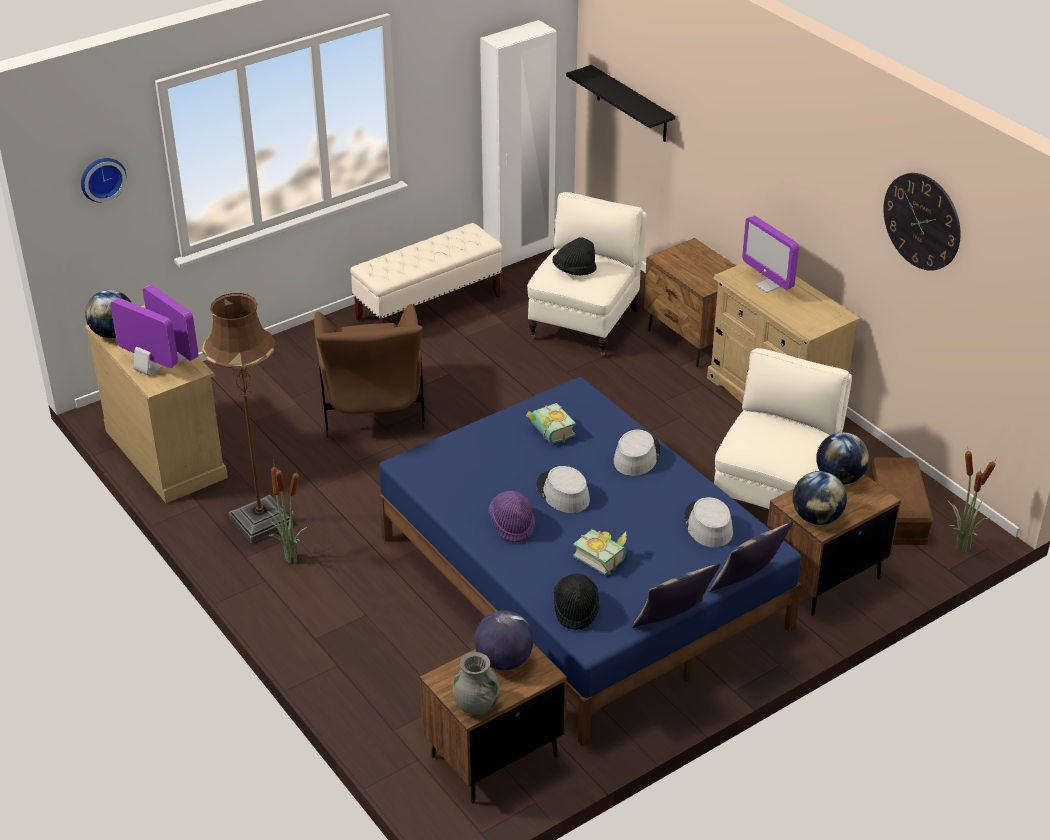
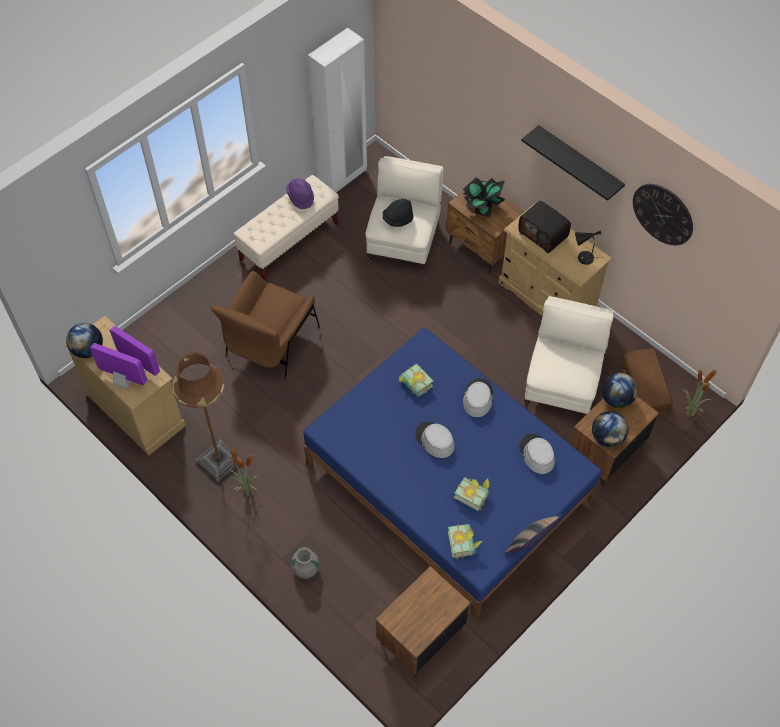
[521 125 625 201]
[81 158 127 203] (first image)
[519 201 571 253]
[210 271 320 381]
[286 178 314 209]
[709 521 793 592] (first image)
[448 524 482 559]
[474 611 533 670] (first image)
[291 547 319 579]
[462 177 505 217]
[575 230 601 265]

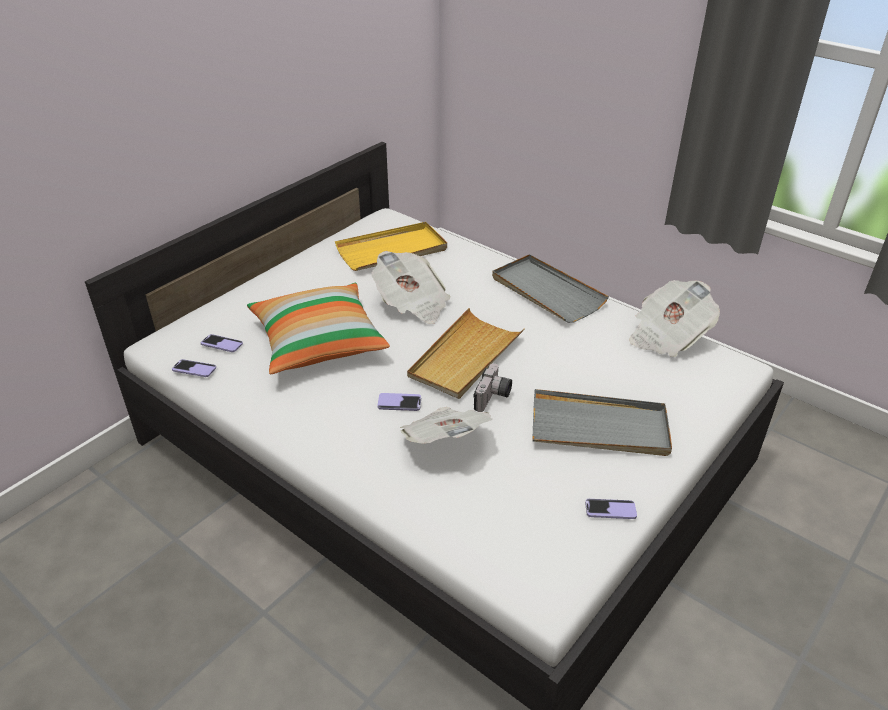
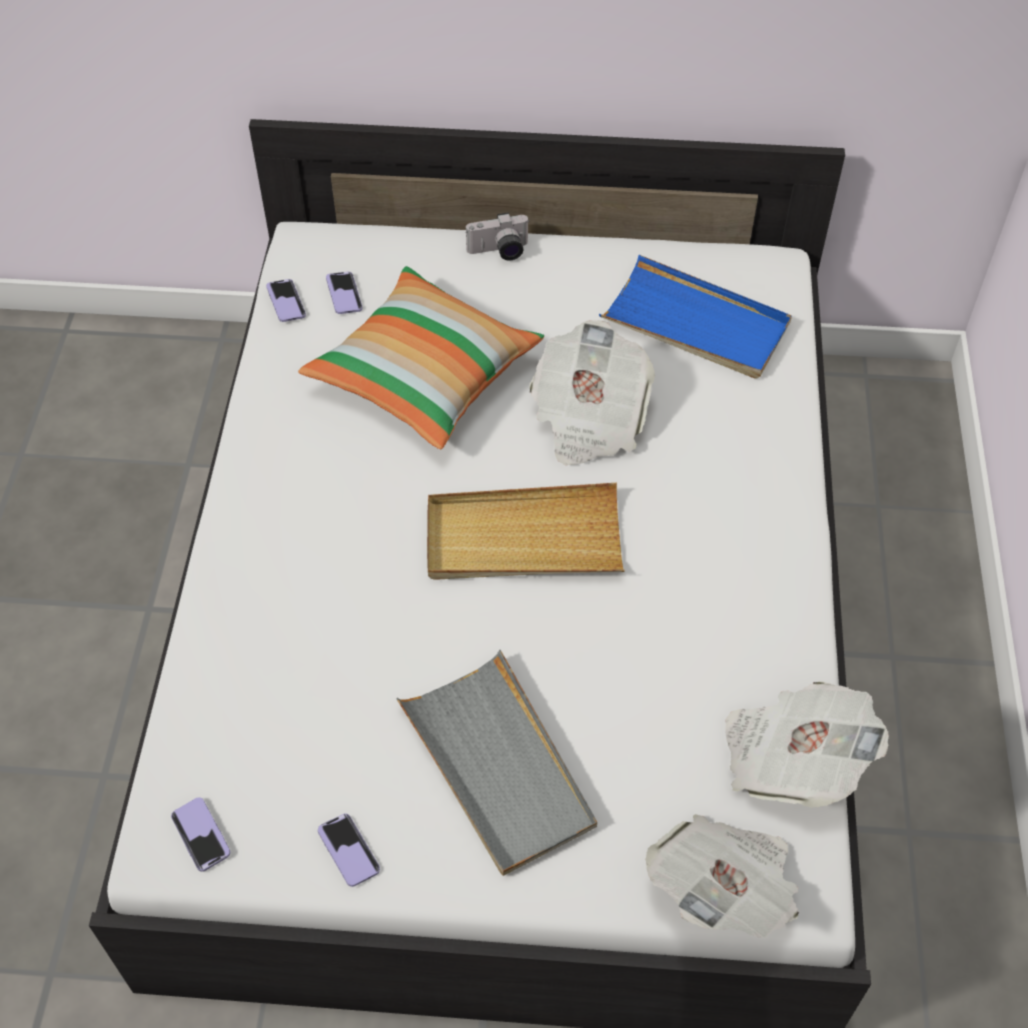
[599 255 792 378]
[492 254 609 323] (first image)
[466 212 530 261]
[171 797 230 872]
[645 814 799 938]

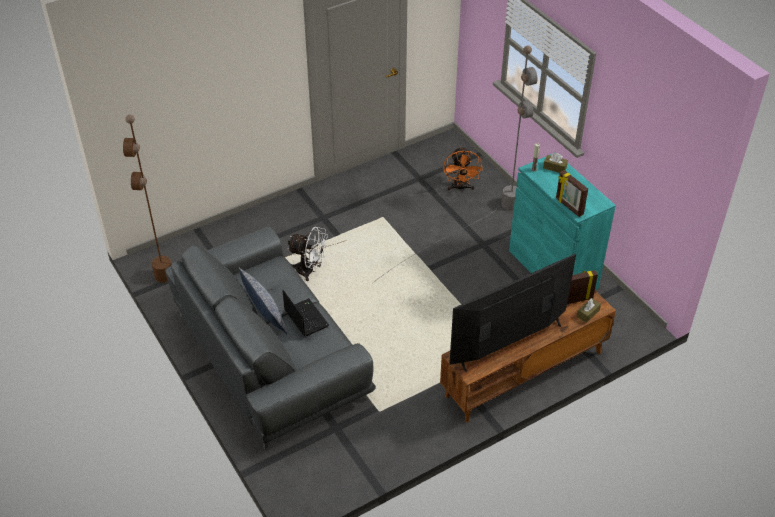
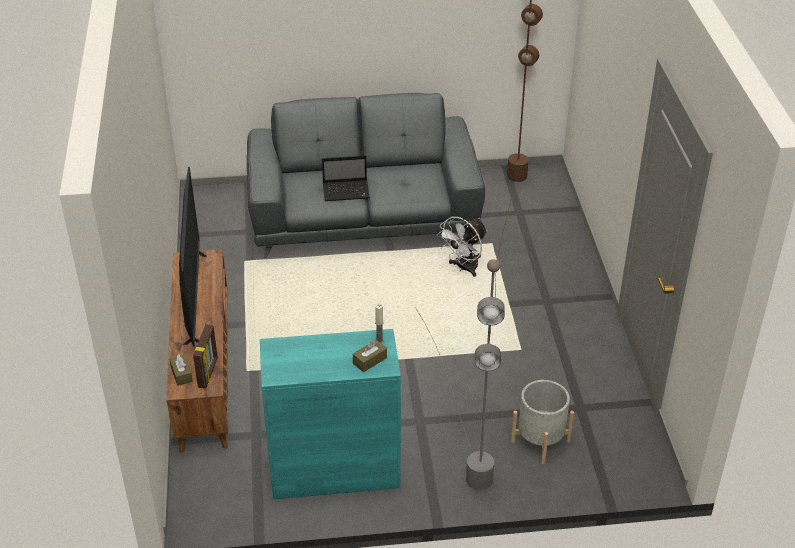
[511 380 574 464]
[556 170 588 217] (first image)
[239 268 288 334] (first image)

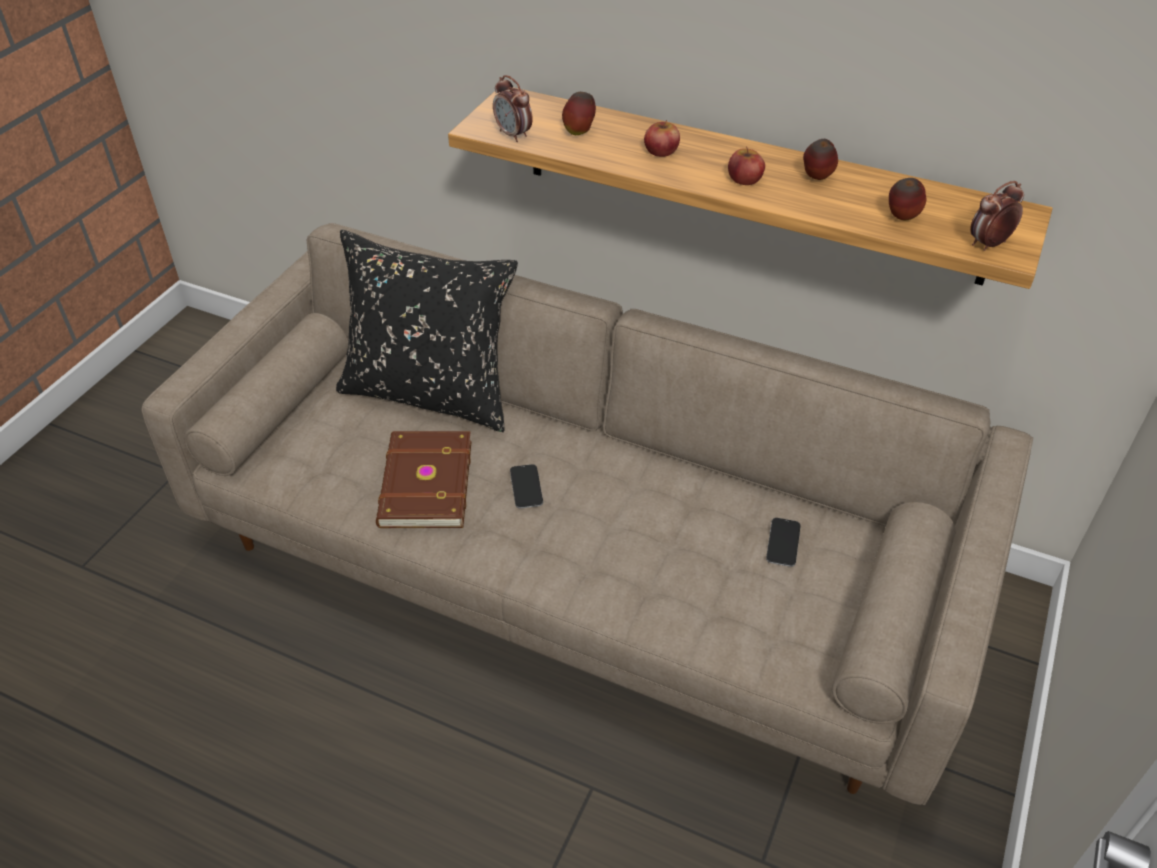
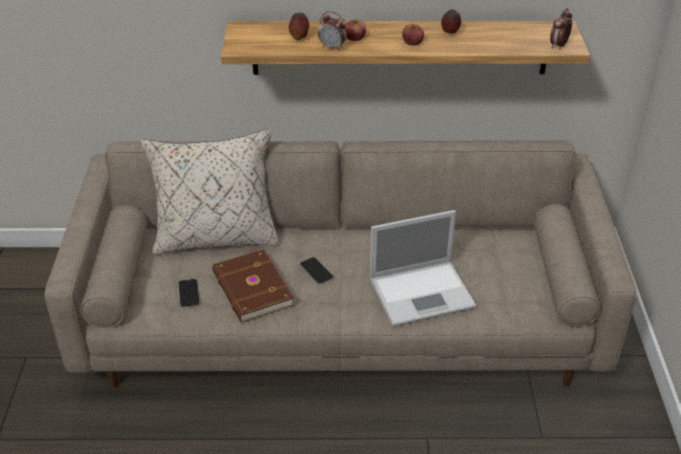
[318 11 347 51]
[889 178 926 220] (first image)
[140 129 280 255]
[178 279 200 308]
[370 210 477 326]

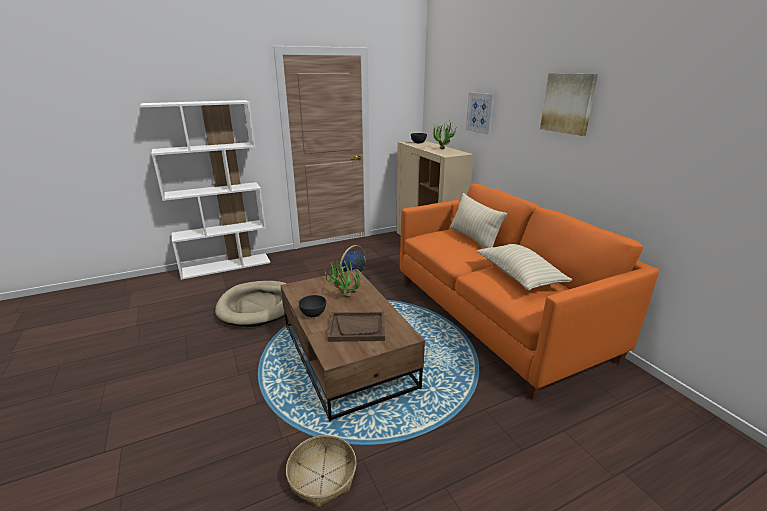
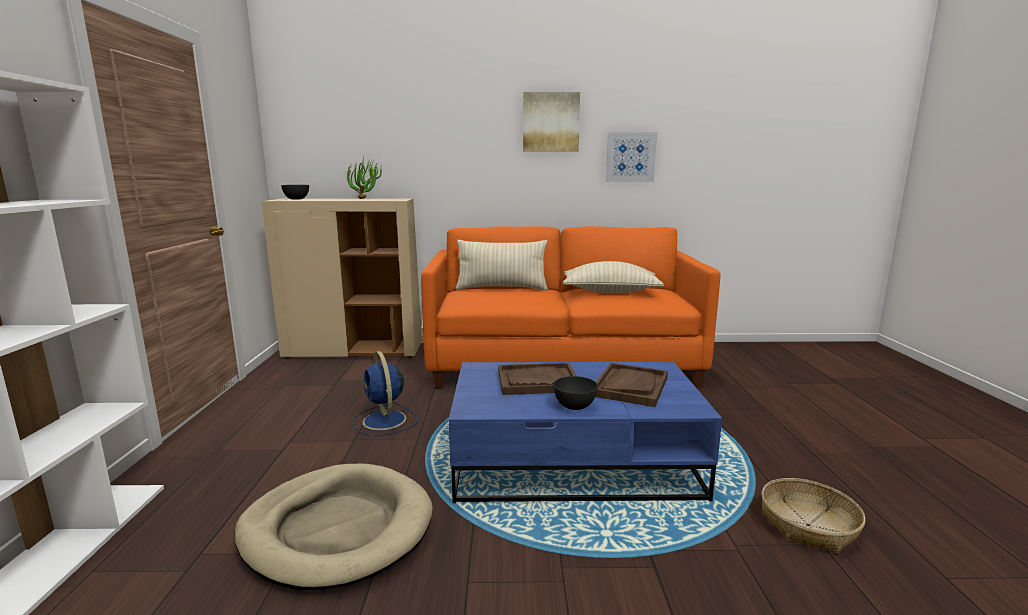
[606 132 657 182]
[498 363 576 395]
[449 362 722 503]

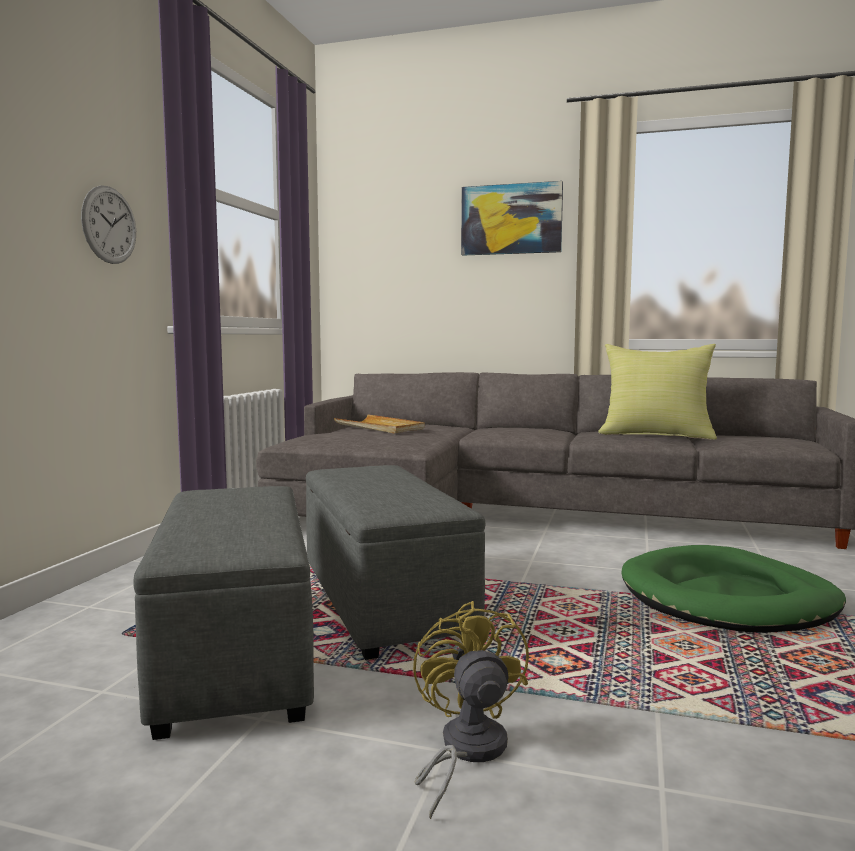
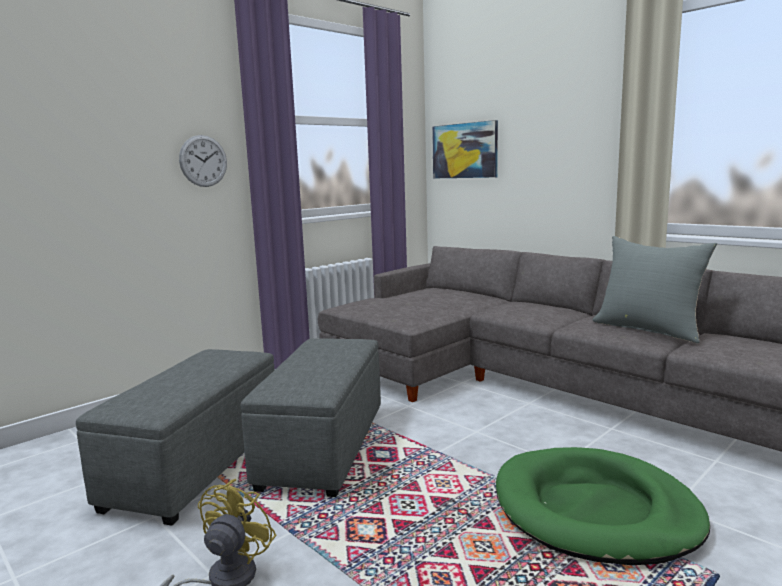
[432 120 498 178]
[593 236 717 343]
[334 414 425 433] (first image)

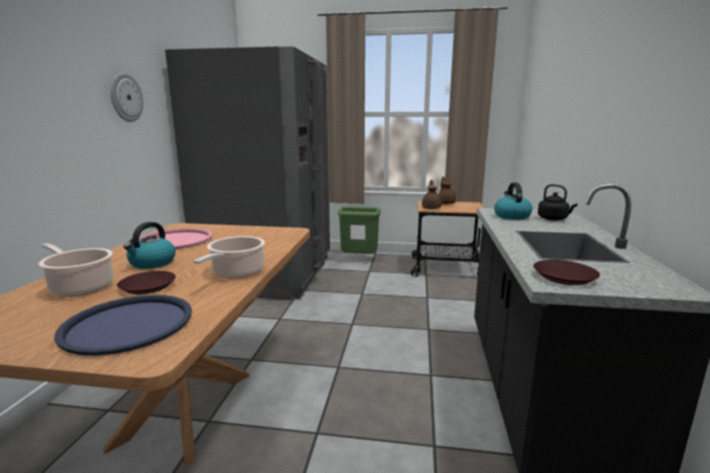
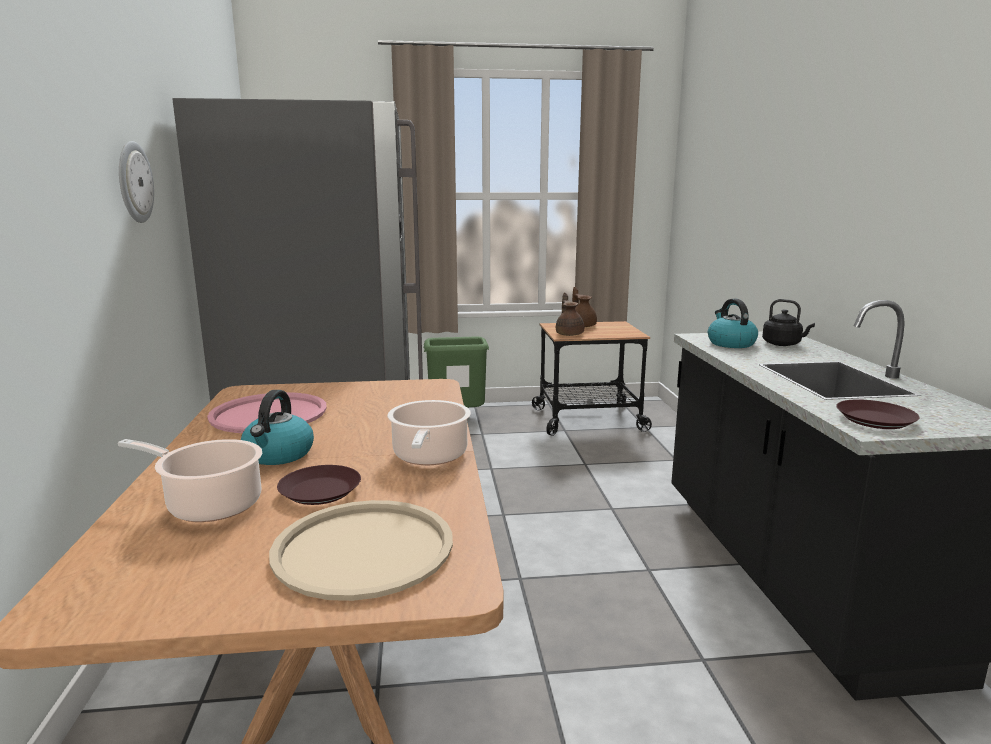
[269 500 453 601]

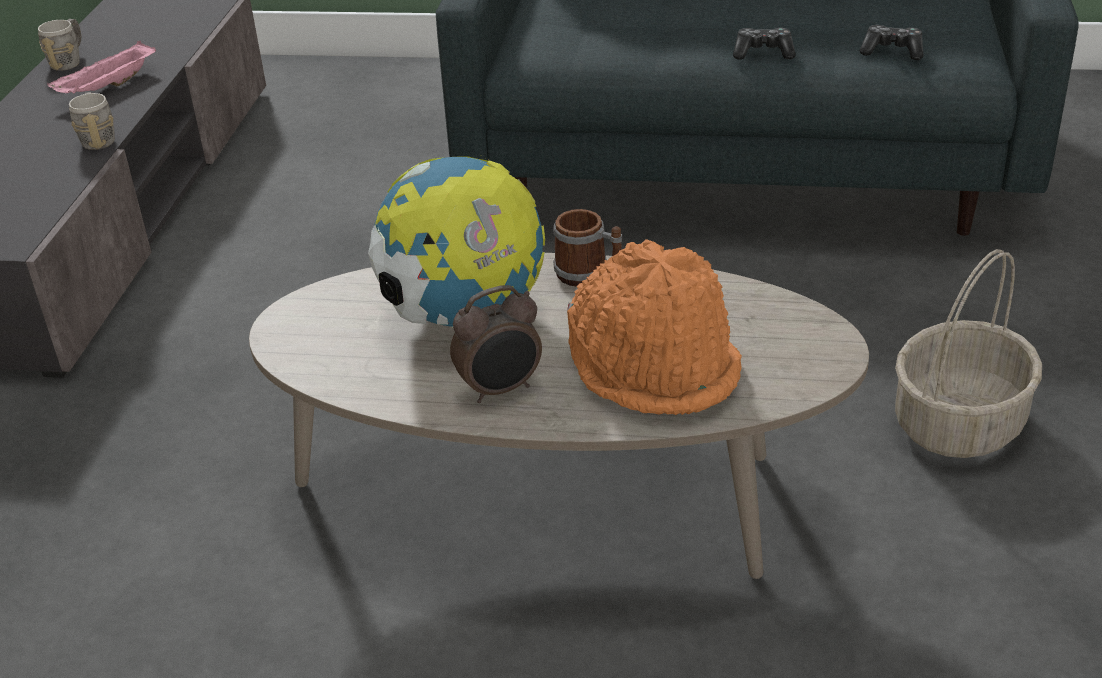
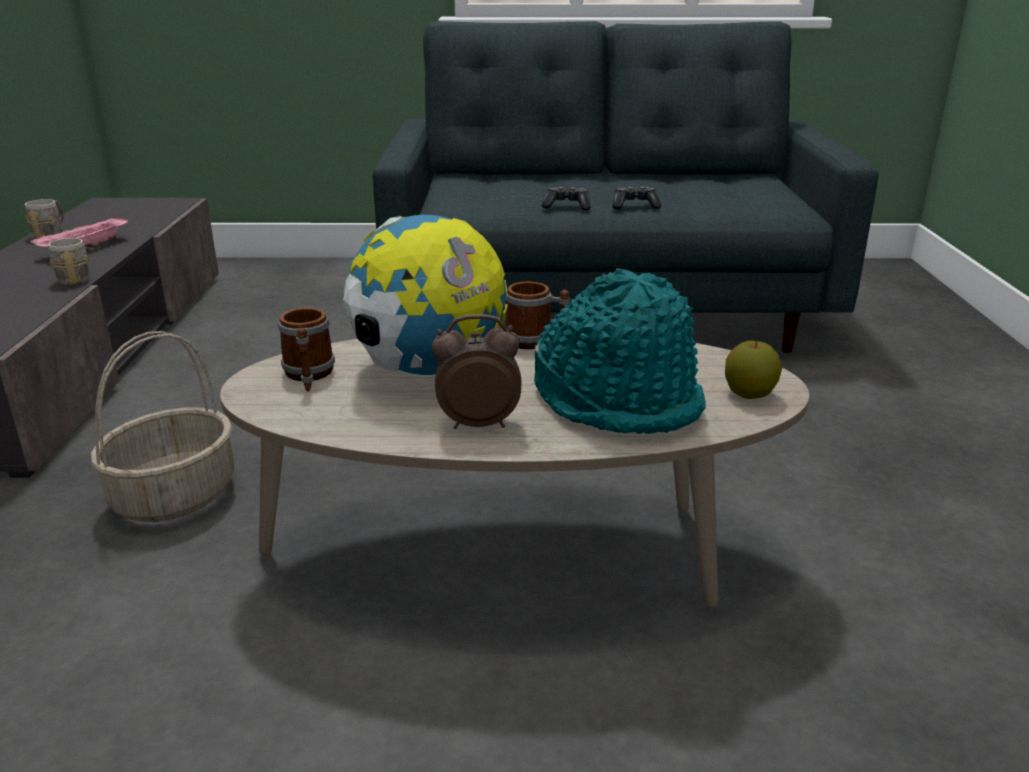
[542 187 590 210]
[534 268 706 434]
[91 331 234 522]
[432 314 521 429]
[278 308 335 392]
[725 339 782 399]

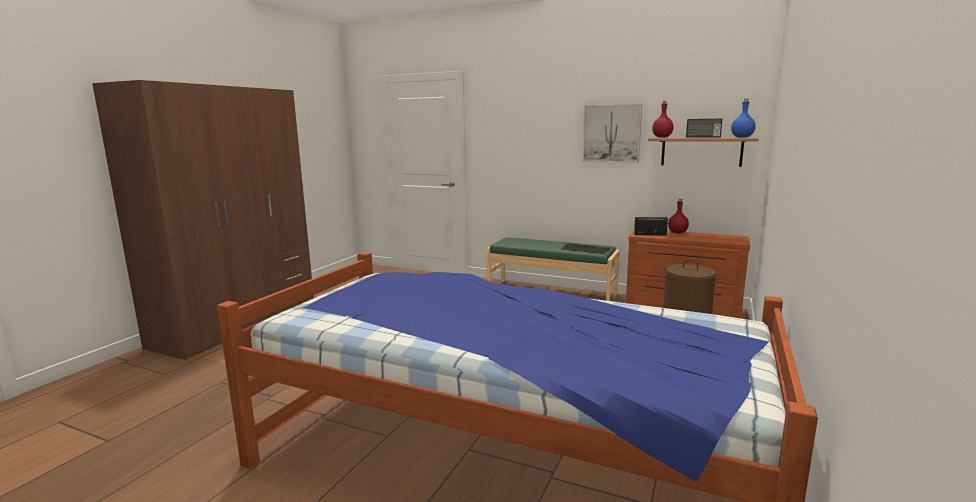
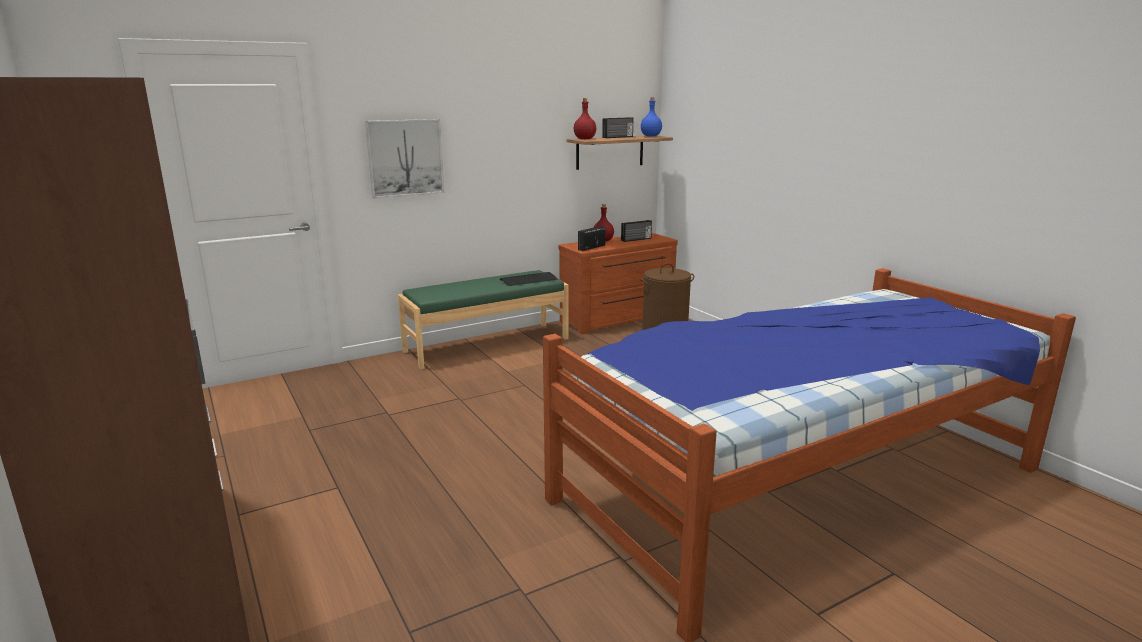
[365 119 444 199]
[621 220 652 242]

